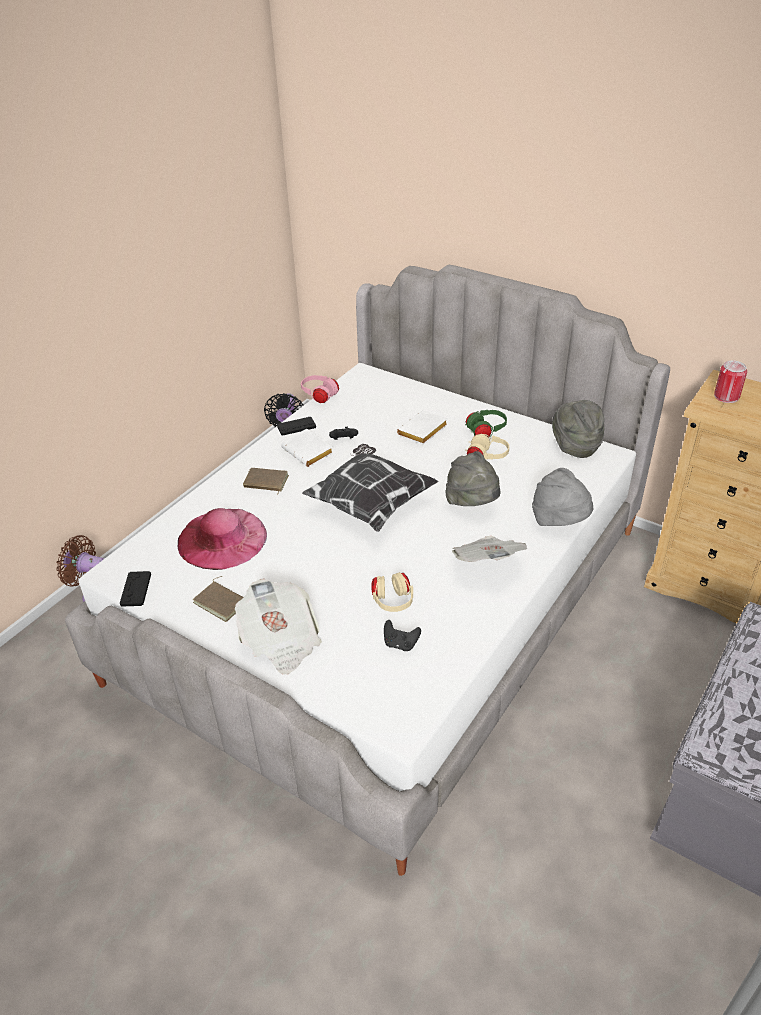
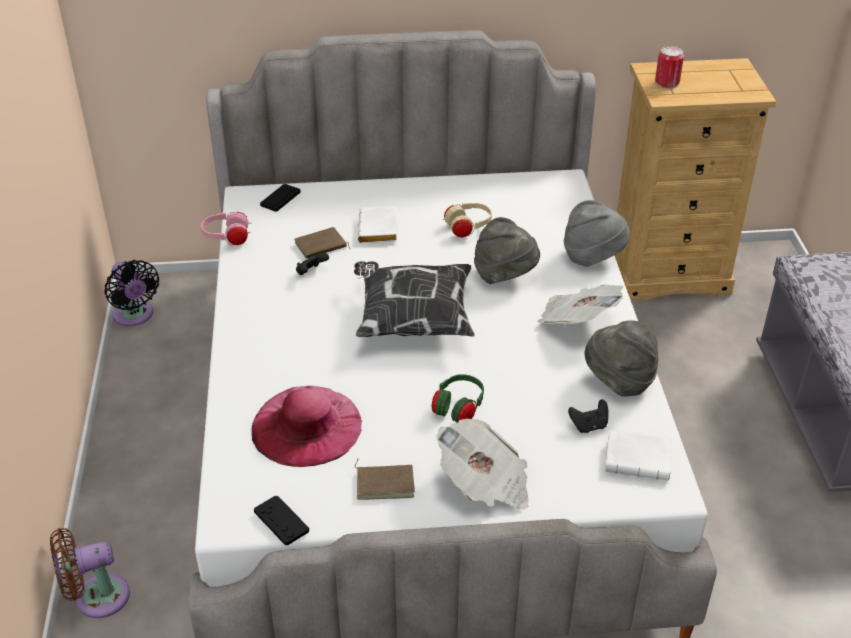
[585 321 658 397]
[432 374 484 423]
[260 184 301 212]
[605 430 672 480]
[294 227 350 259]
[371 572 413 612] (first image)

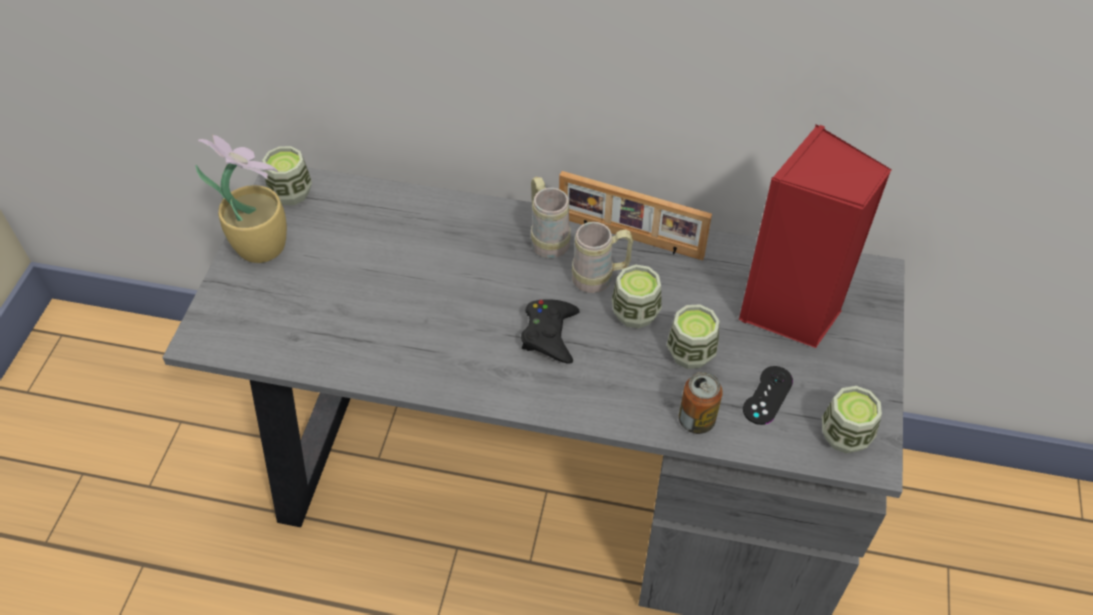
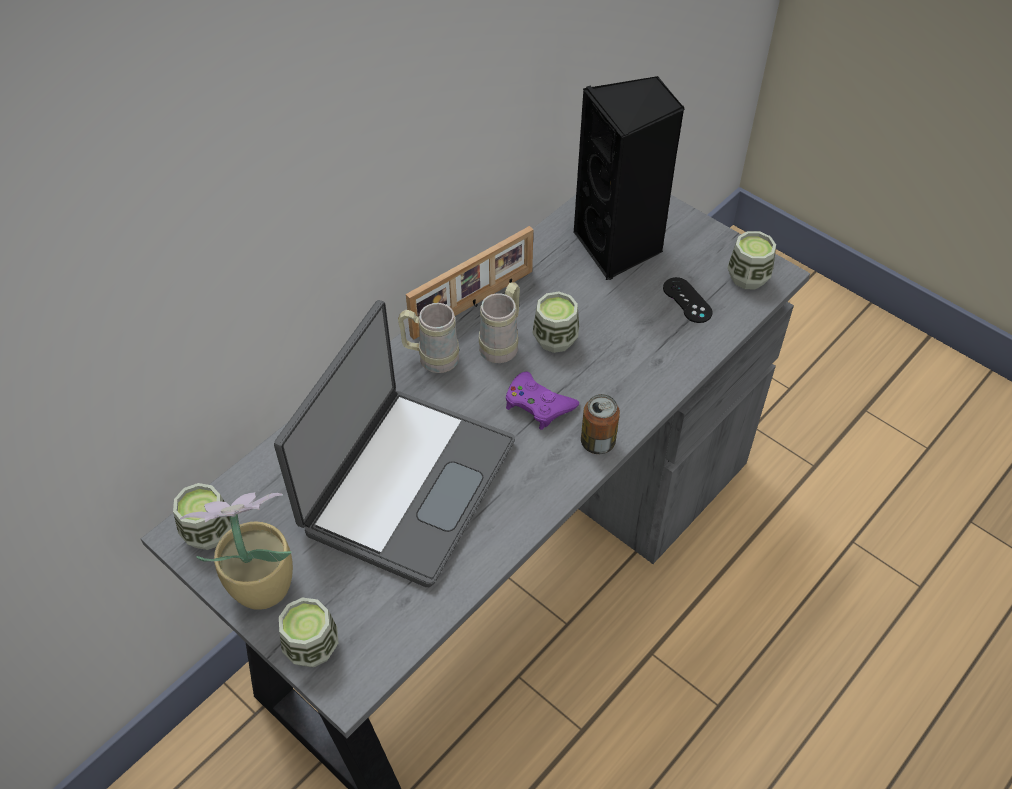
[574 76 685 280]
[506 371 579 430]
[279 597 338 667]
[581 394 620 454]
[274 300 515 587]

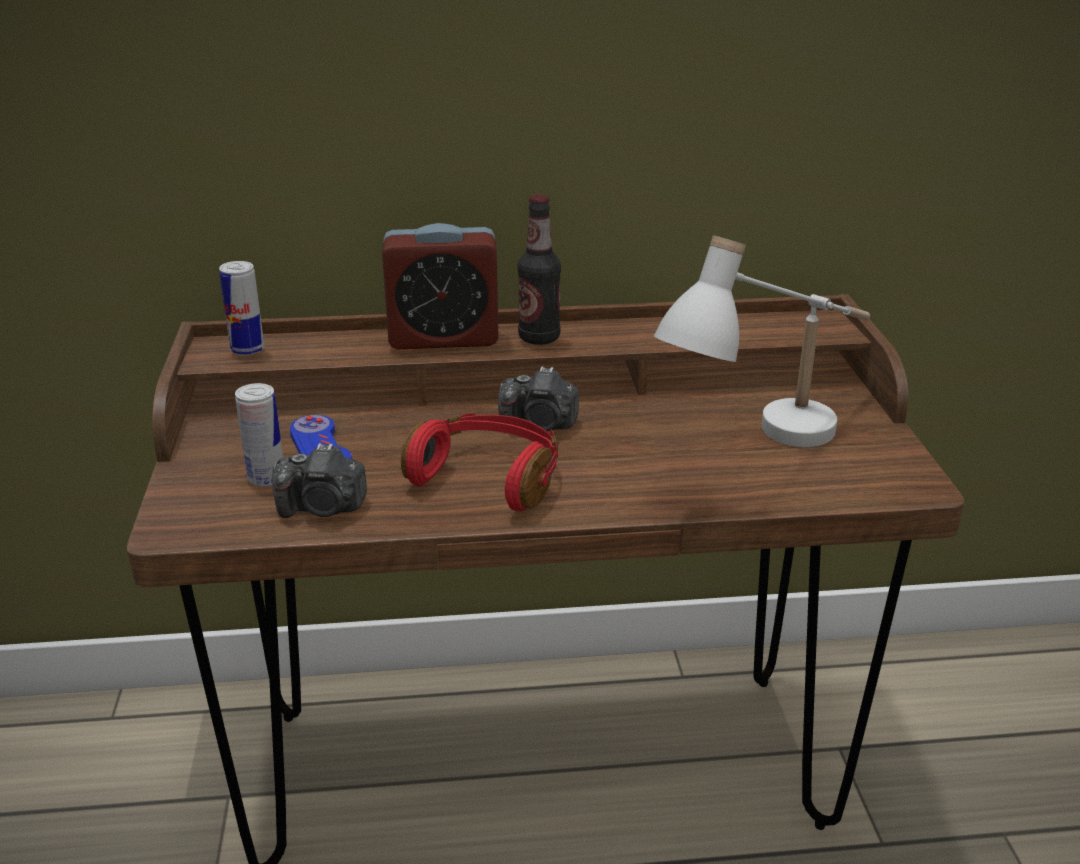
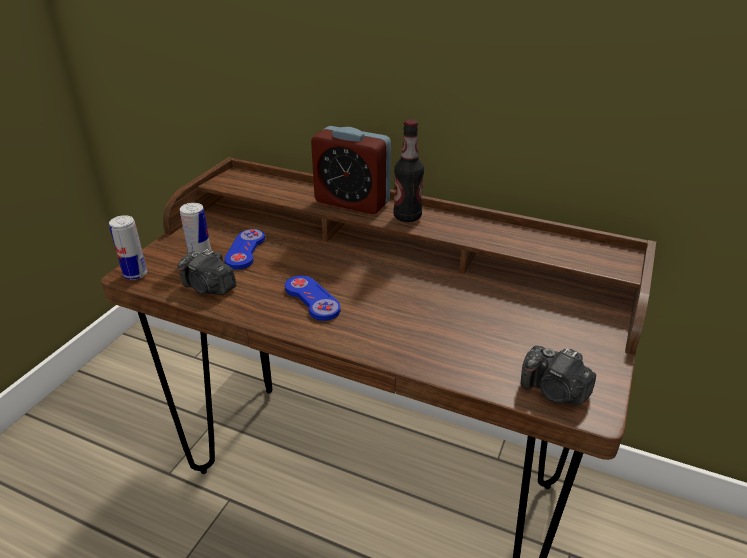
[654 235 870 447] (first image)
[109 215 147 280]
[521 346 596 405]
[285 276 340 321]

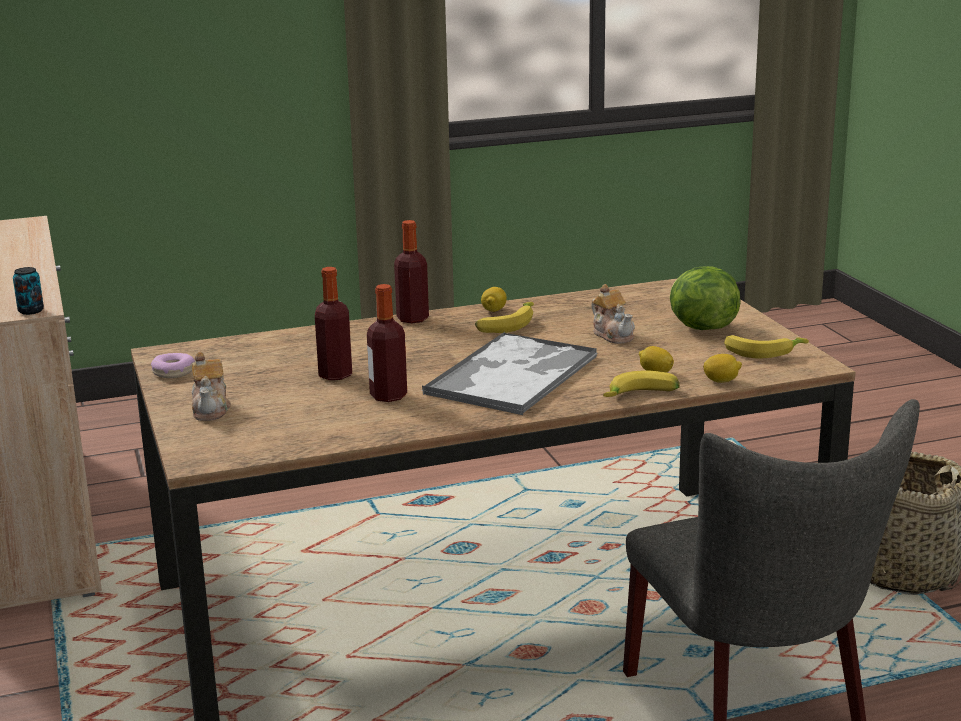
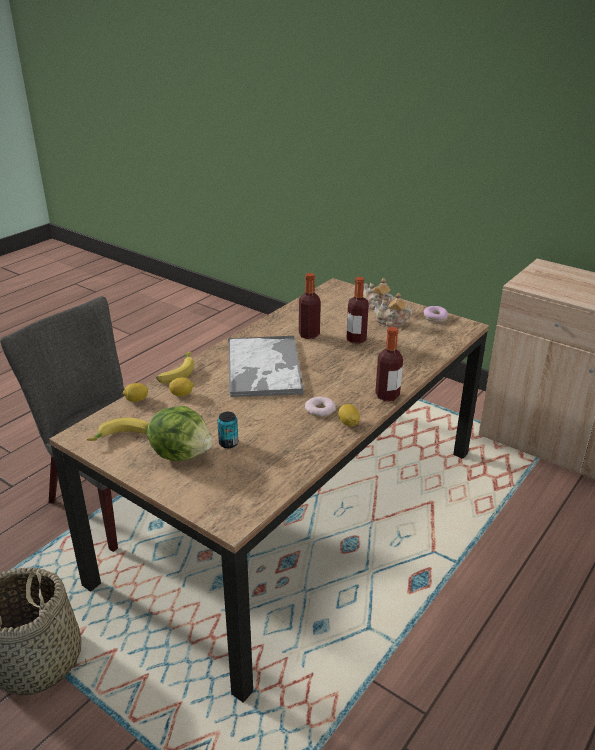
[217 412 238 448]
[373 293 412 327]
[305 397 336 417]

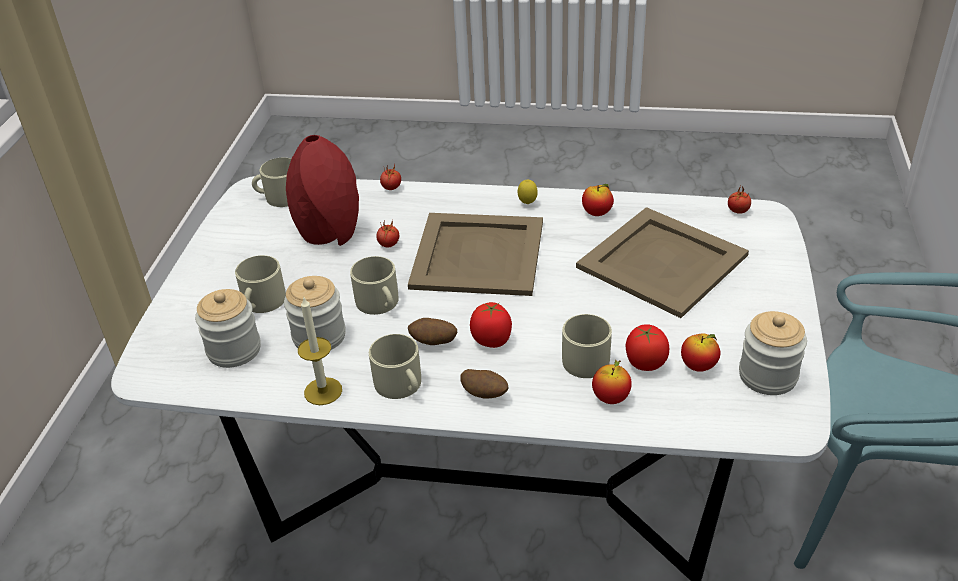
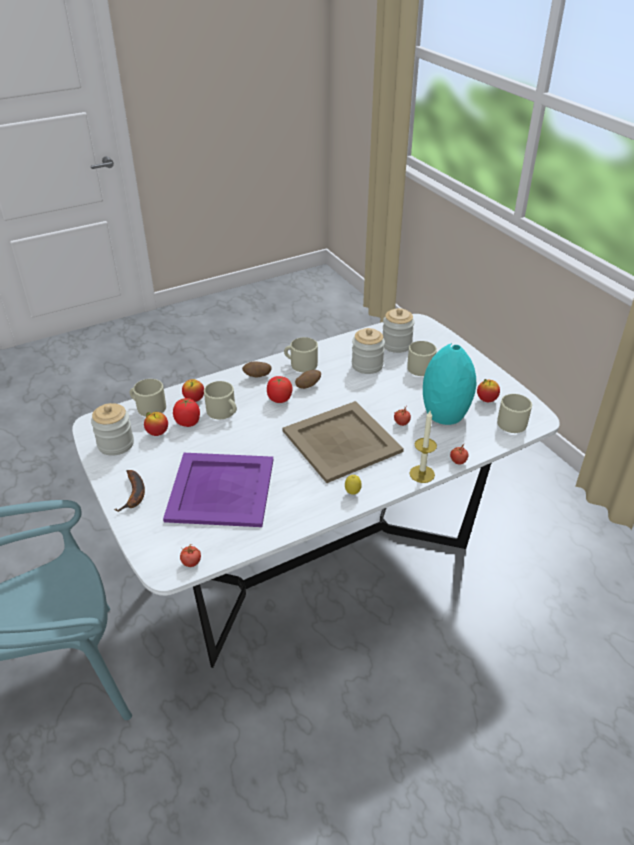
[423 343 476 425]
[477 379 500 402]
[163 453 273 527]
[130 379 166 416]
[409 411 437 483]
[115 470 145 512]

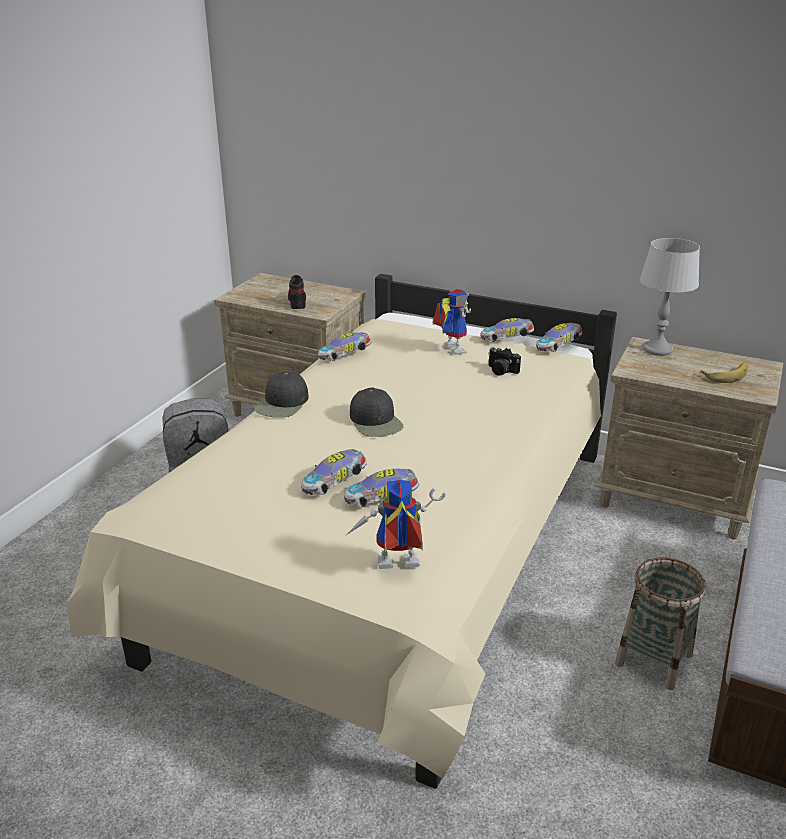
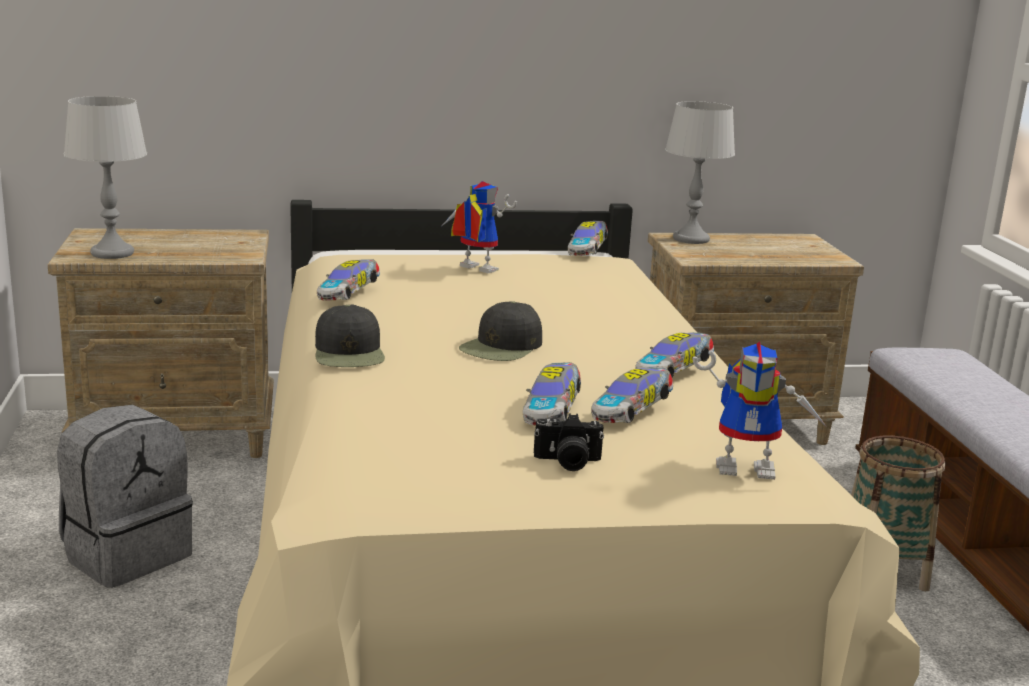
[288 275 306 309] (first image)
[635 332 714 377]
[534 413 604 471]
[701 362 748 383] (first image)
[459 301 542 361]
[693 342 827 480]
[64 96 147 259]

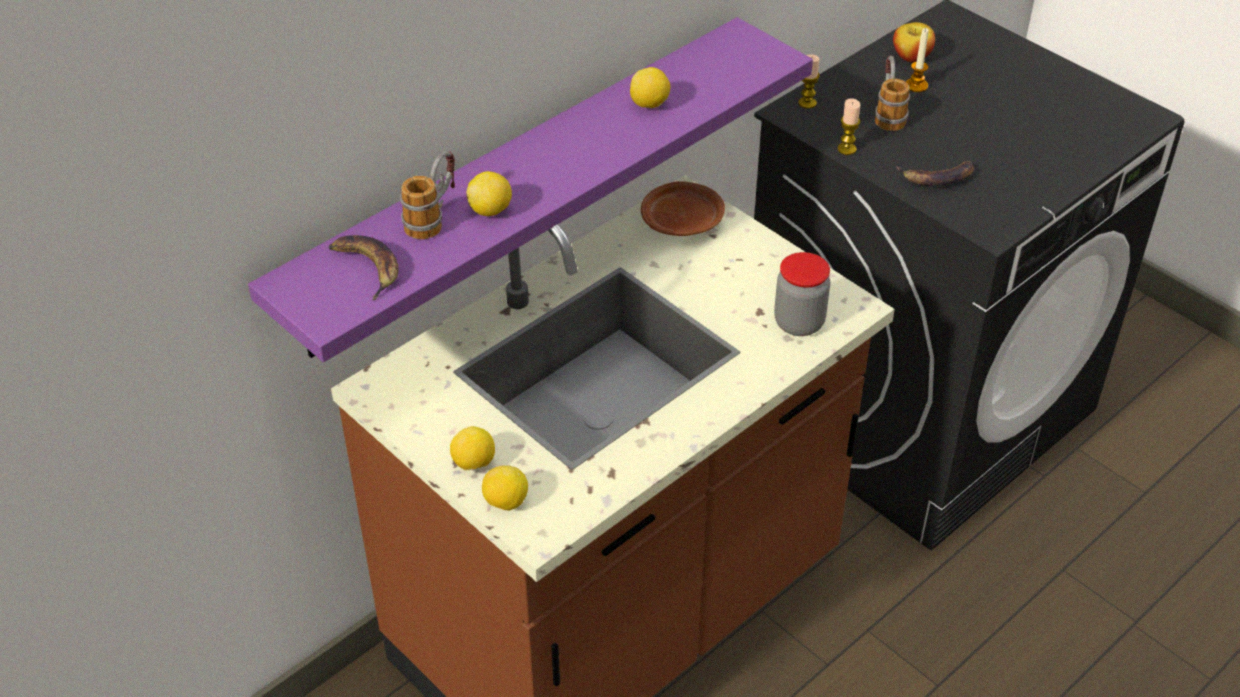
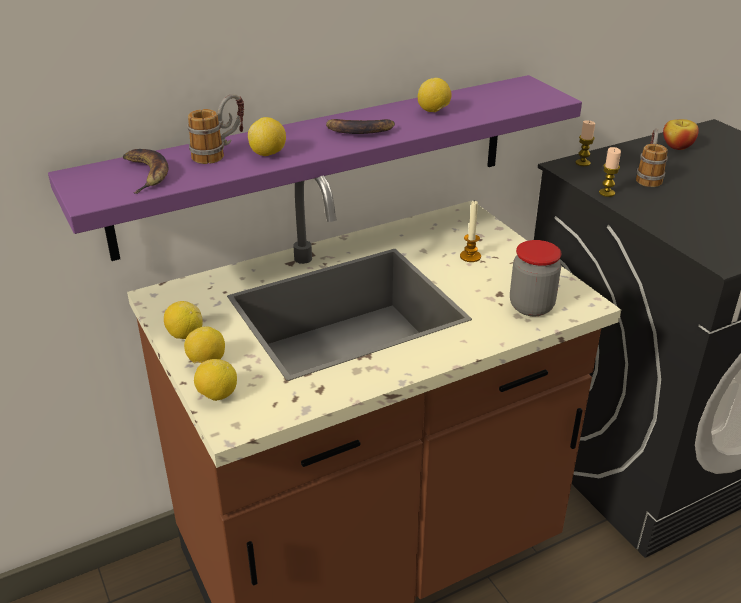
[460 201 481 262]
[326 119 395 134]
[641 181 725 236] (first image)
[164 301 203 339]

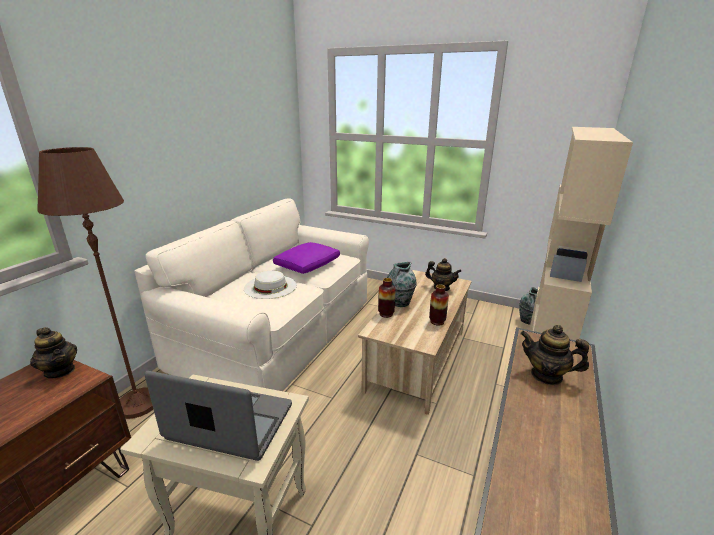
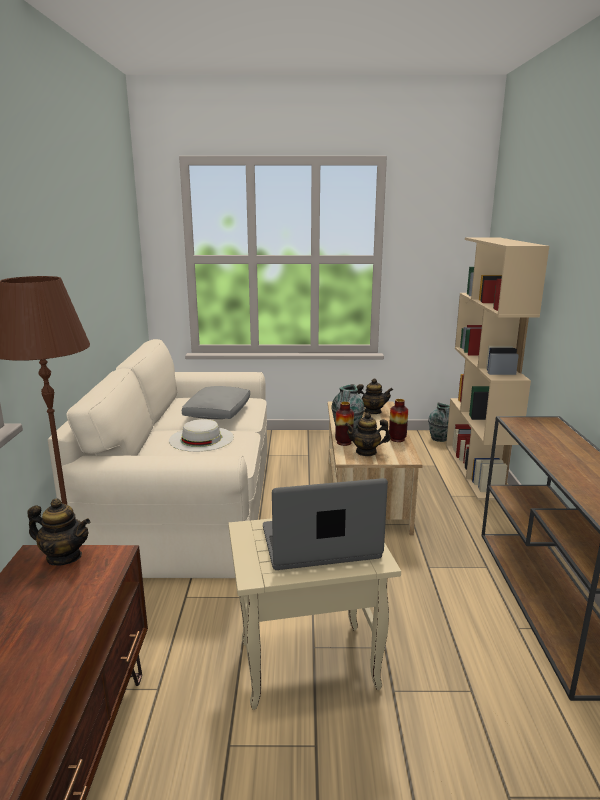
[182 386 250 419]
[345 413 391 456]

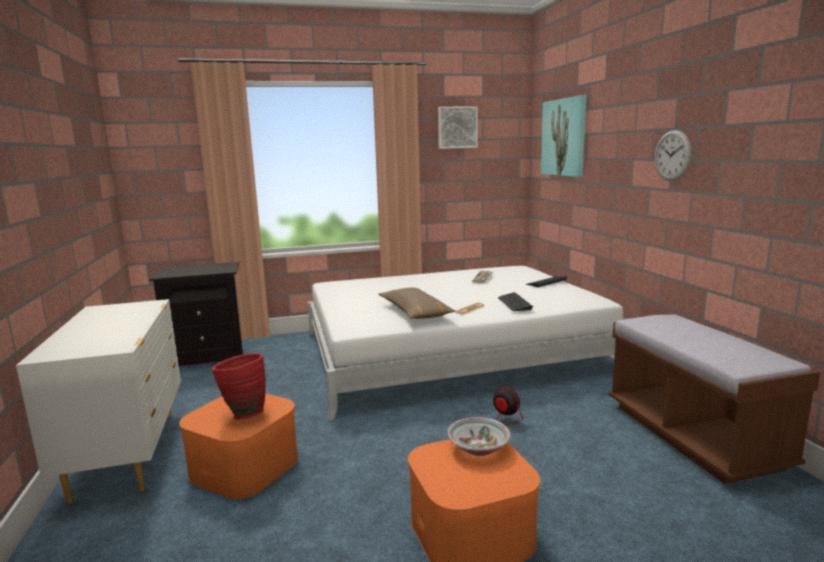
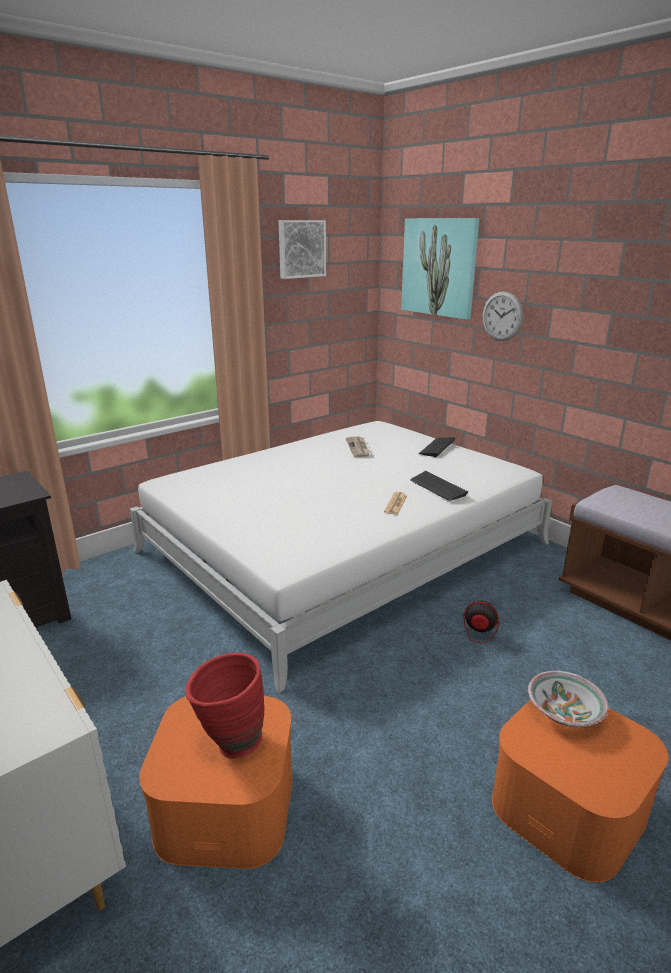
[483 291 523 341]
[378 287 455 319] (first image)

